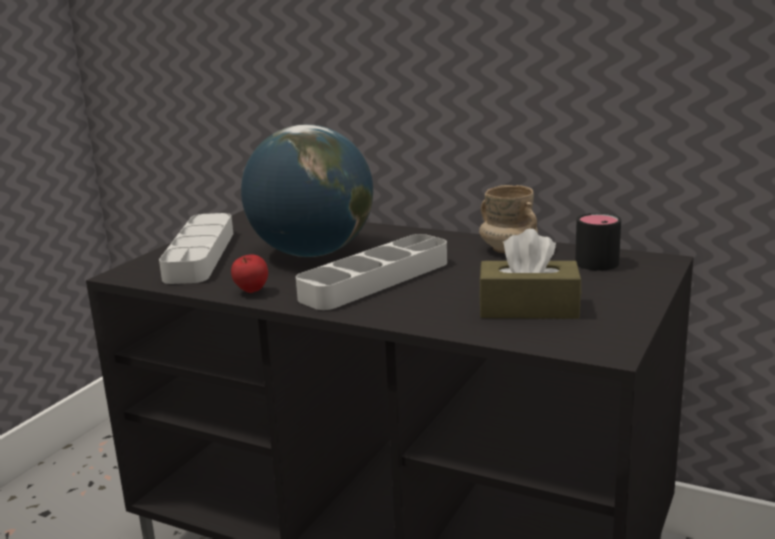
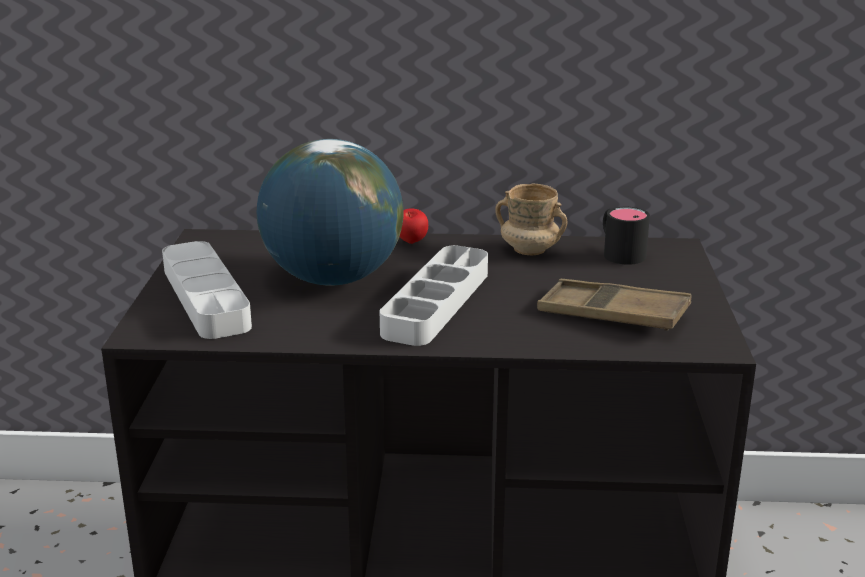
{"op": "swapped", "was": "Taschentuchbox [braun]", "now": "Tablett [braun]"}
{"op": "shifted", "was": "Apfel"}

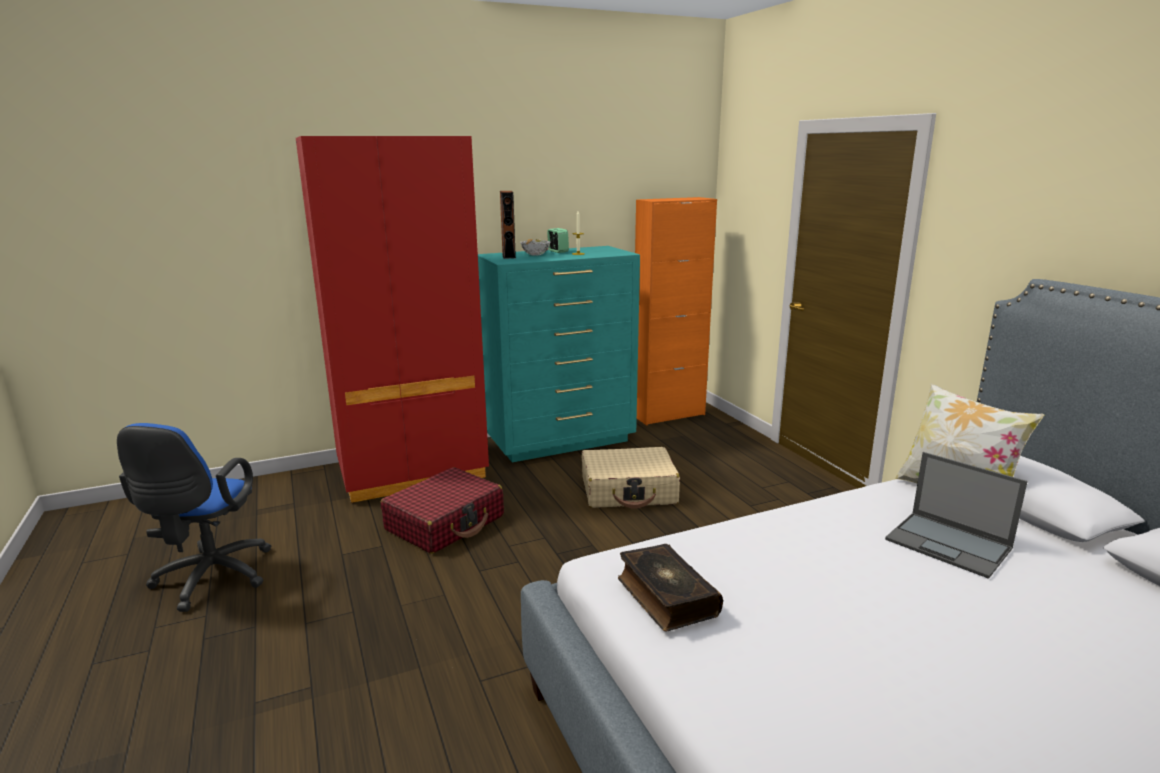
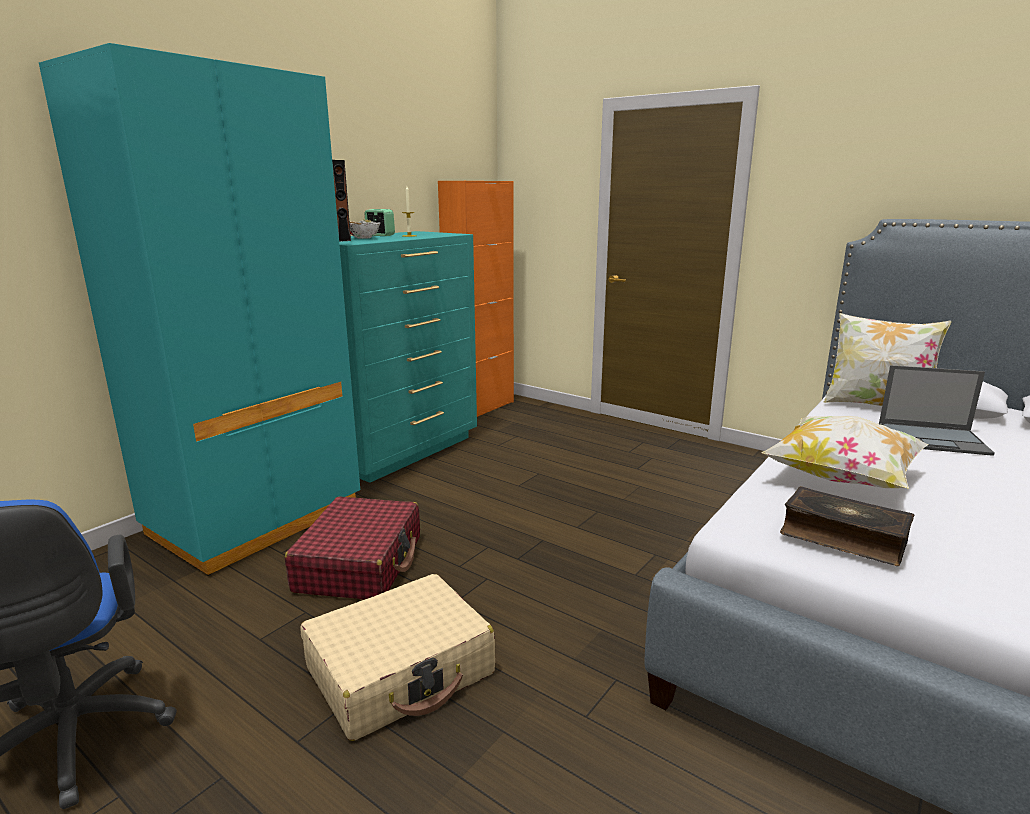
{"op": "repainted", "was": "Kleiderschrank [rot]", "now": "Kleiderschrank [türkis]"}
{"op": "shifted", "was": "Koffer [beige]"}
{"op": "new", "now": "Kissen (no. 1 from left)"}

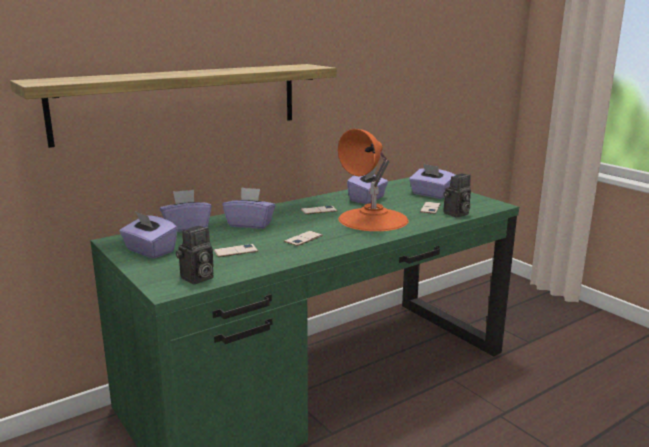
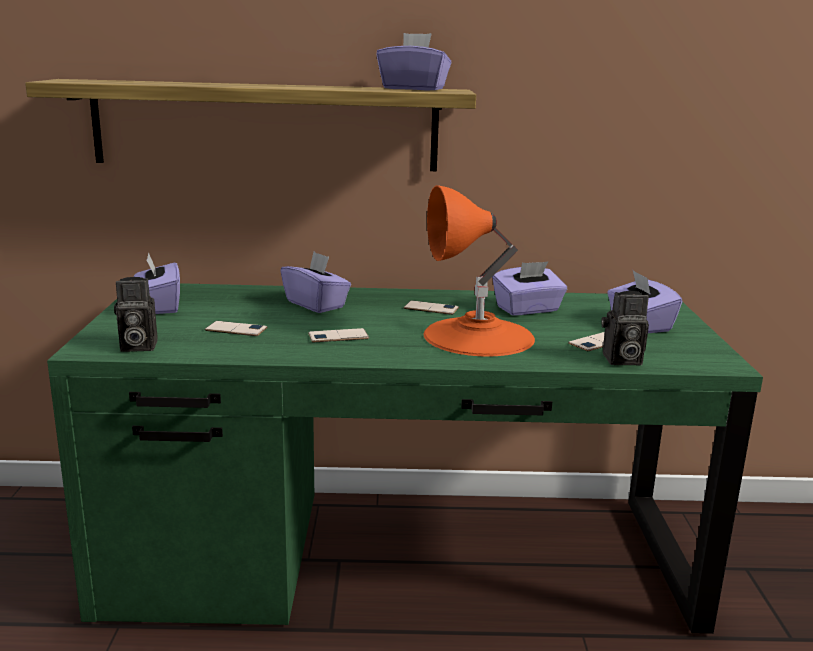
{"op": "shifted", "was": "Taschentuchbox [lila] (no. 2 from left in the first image)", "now": "Taschentuchbox [lila] (no. 3 from left)"}

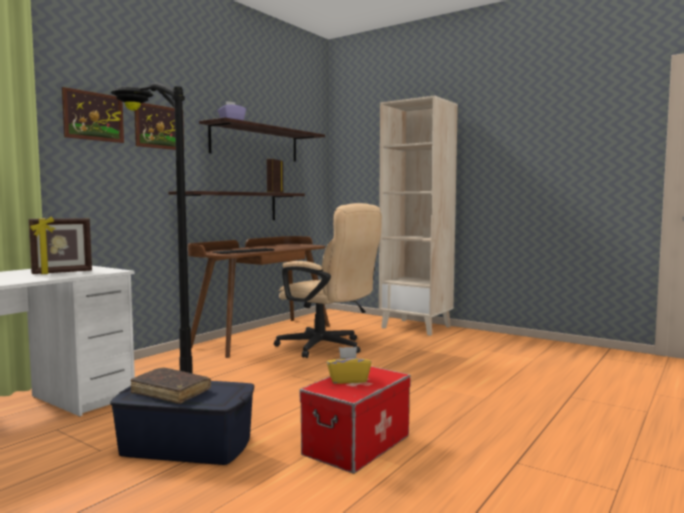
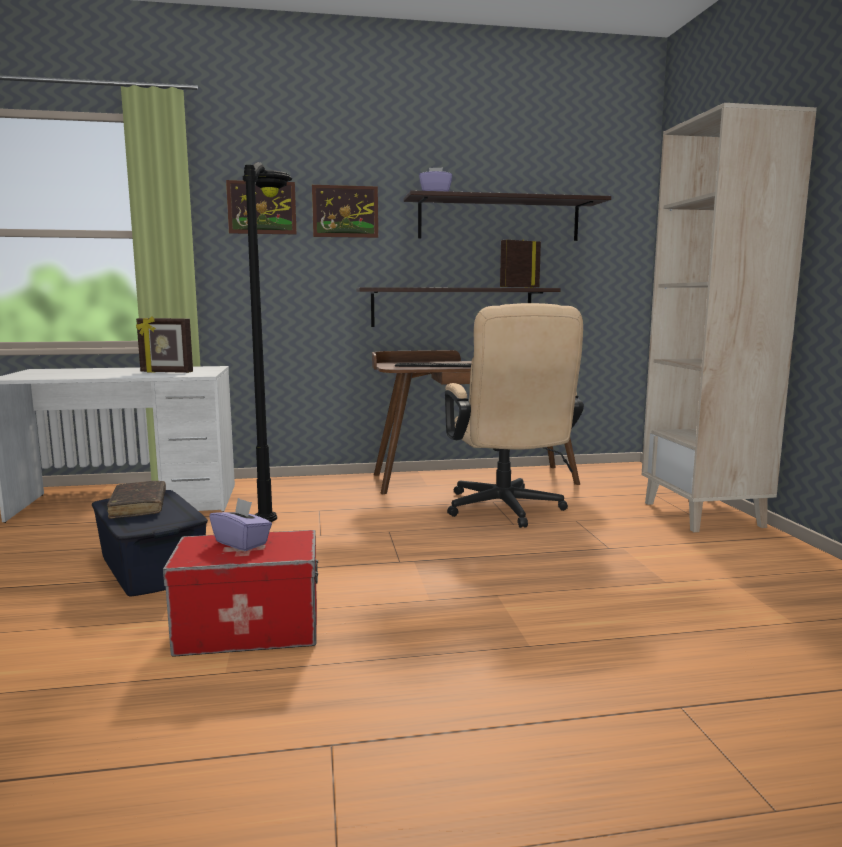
{"op": "repainted", "was": "Taschentuchbox [gelb]", "now": "Taschentuchbox [lila] (no. 1 from left)"}

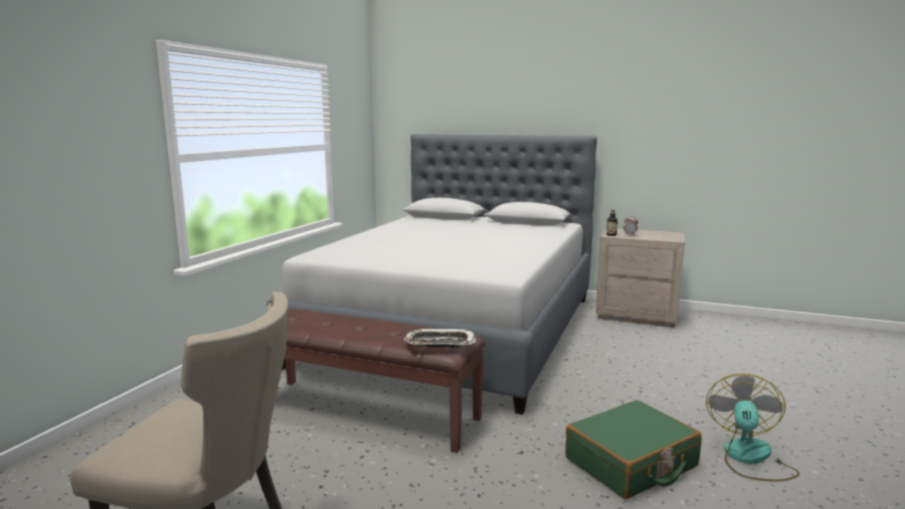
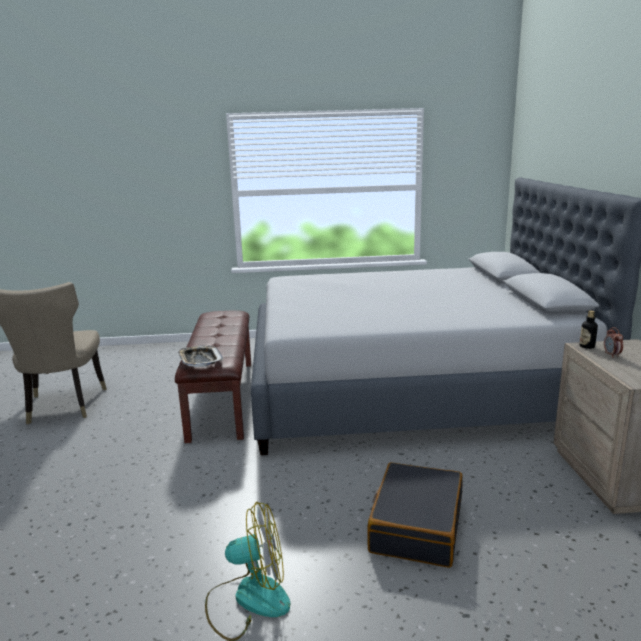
{"op": "gone", "was": "Koffer [grün]"}
{"op": "new", "now": "Koffer [schwarz]"}

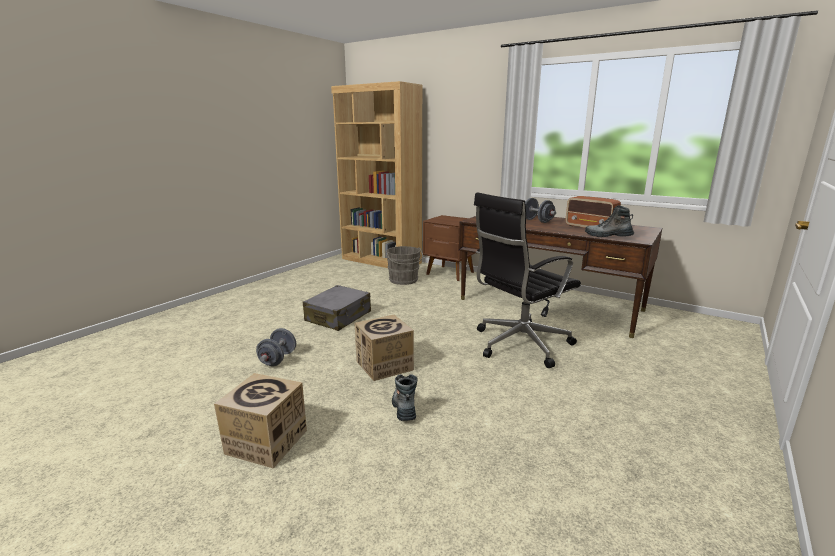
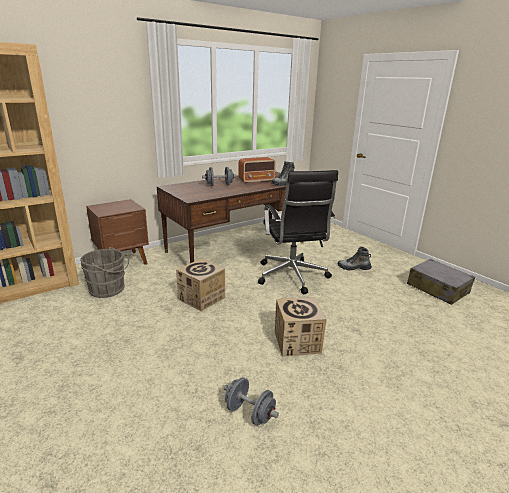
{"op": "shifted", "was": "Koffer [grau]"}
{"op": "shifted", "was": "Karton (no. 1 from left)"}
{"op": "shifted", "was": "Stiefel (no. 1 from left in the first image)", "now": "Stiefel (no. 2 from left)"}

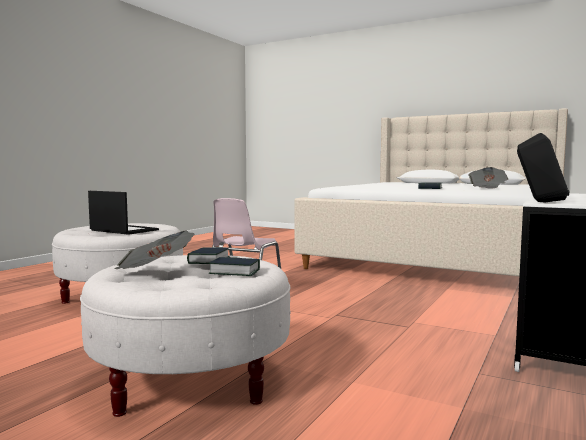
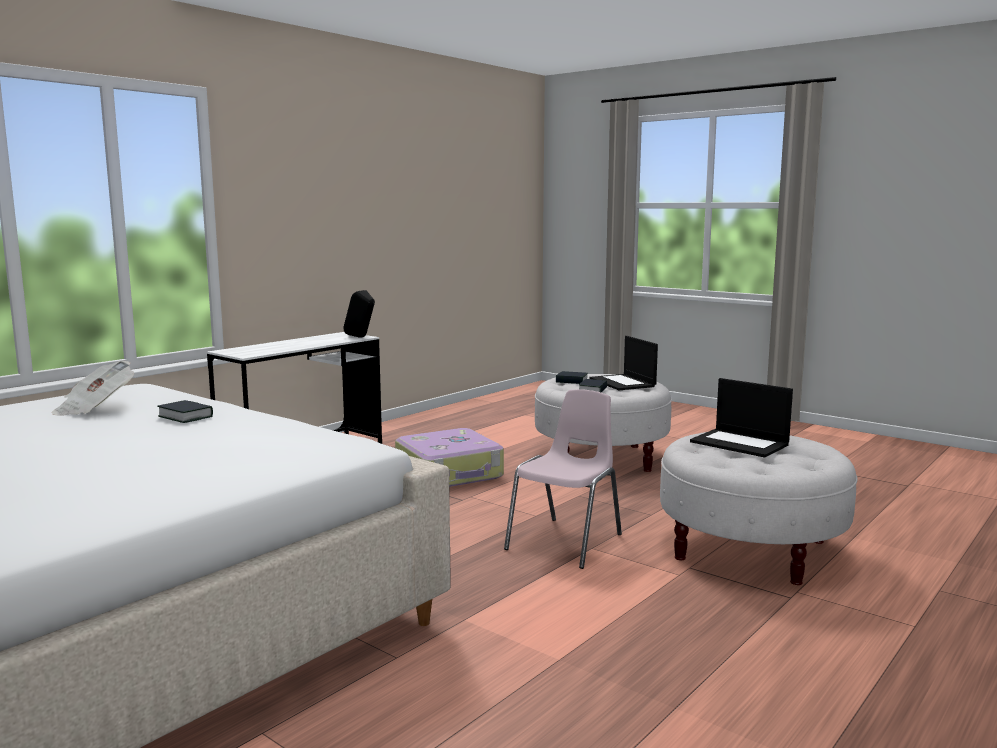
{"op": "swapped", "was": "Zeitung (no. 1 from left)", "now": "Laptop (no. 1 from left)"}
{"op": "new", "now": "Koffer"}

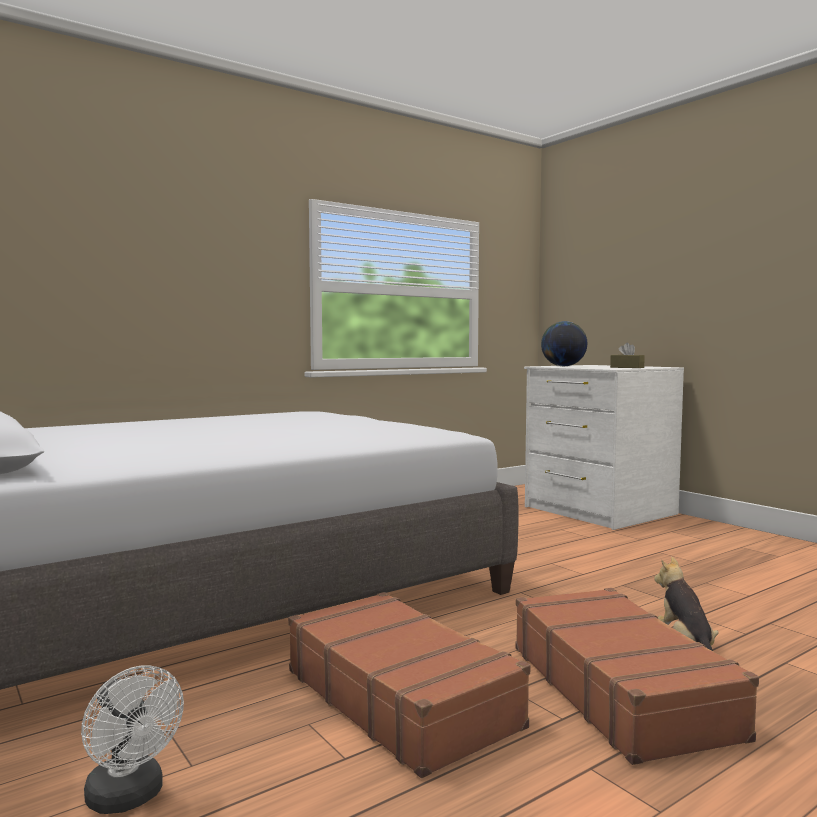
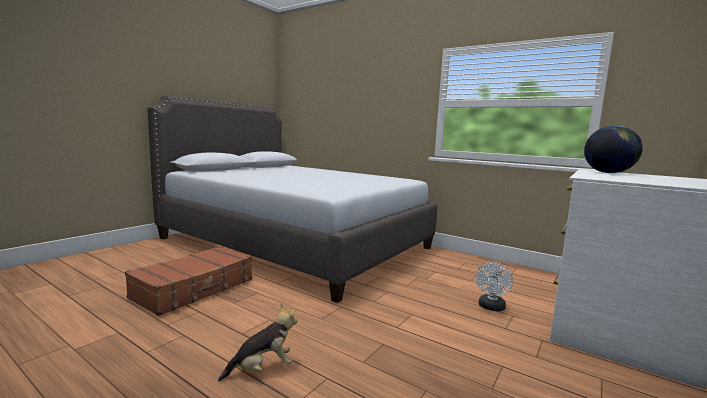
{"op": "gone", "was": "Taschentuchbox [braun]"}
{"op": "gone", "was": "Koffer [braun] (no. 2 from left)"}
{"op": "shifted", "was": "Ventilator [weiß]"}

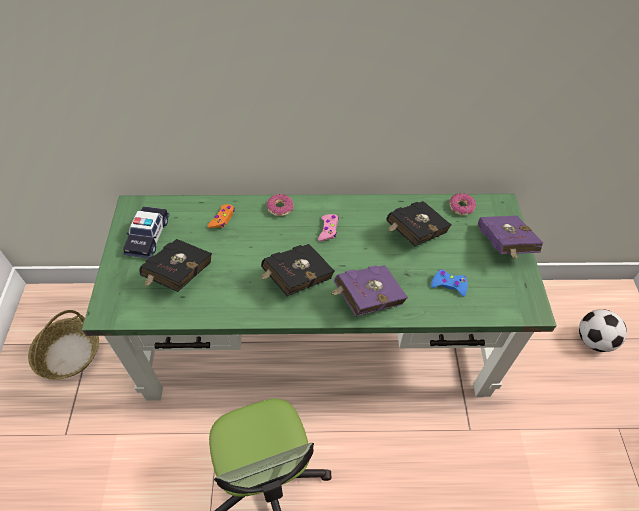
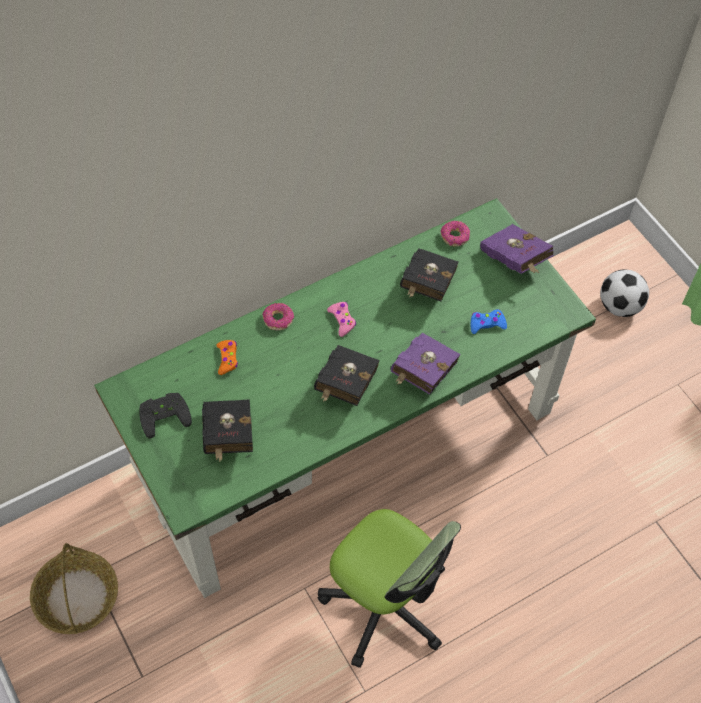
{"op": "swapped", "was": "Spielzeugauto", "now": "Gamepad [schwarz]"}

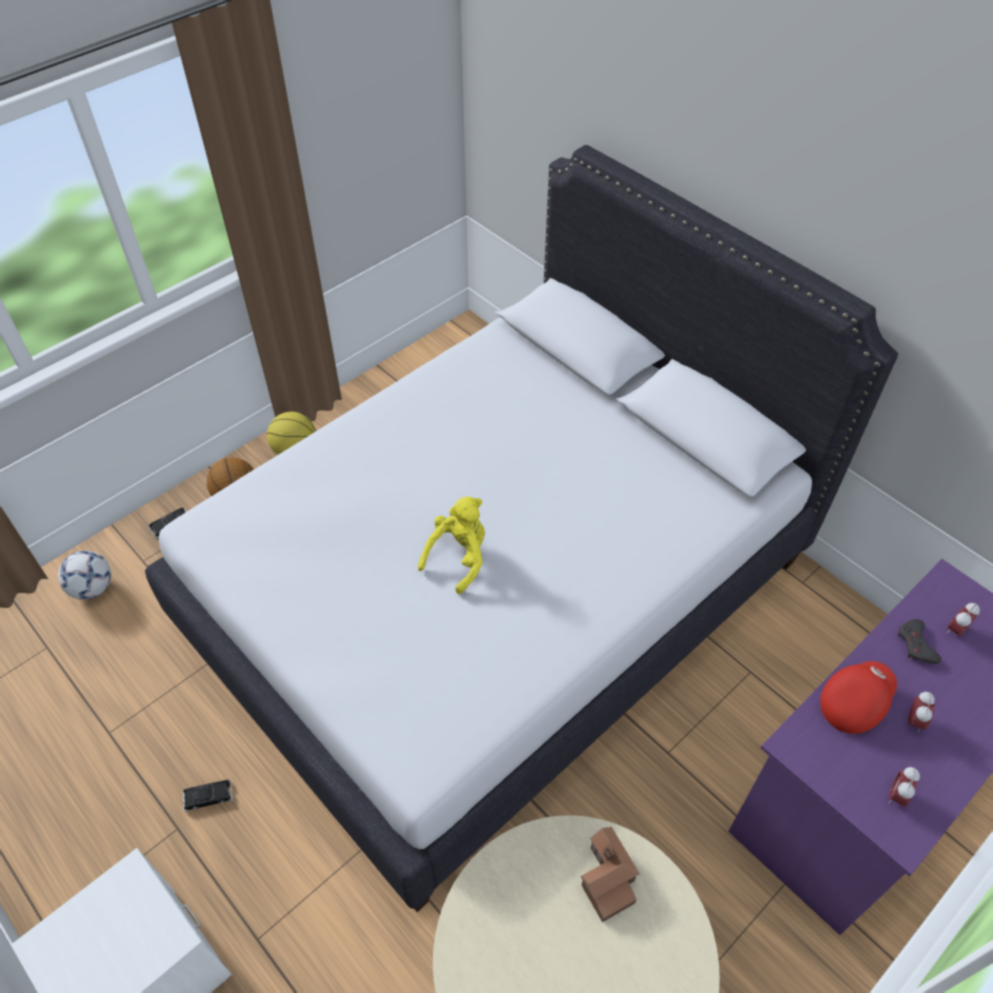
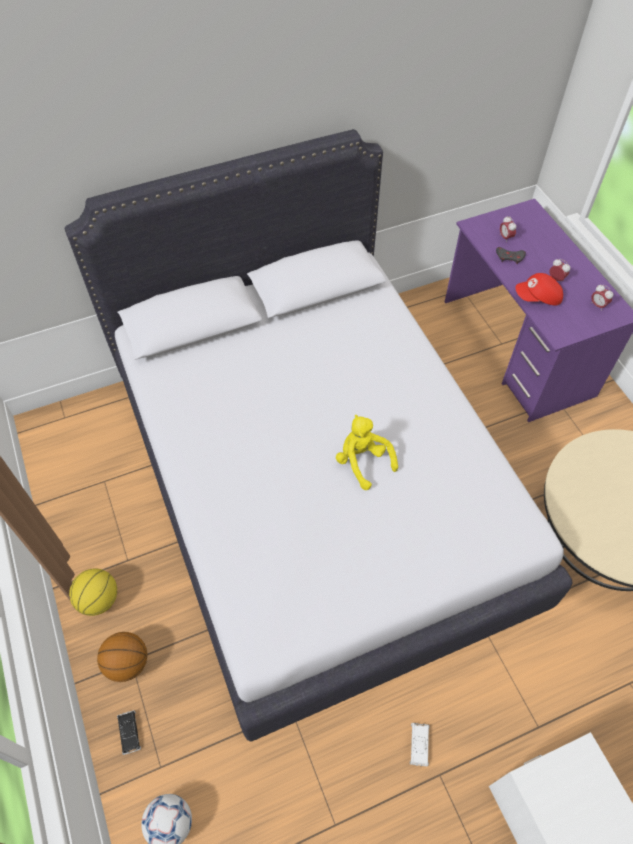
{"op": "rotated", "was": "Kappe [rot]", "clockwise": -75}
{"op": "repainted", "was": "Spielzeugauto [schwarz] (no. 2 from left)", "now": "Spielzeugauto [weiß]"}
{"op": "gone", "was": "Spielzeughaus"}

